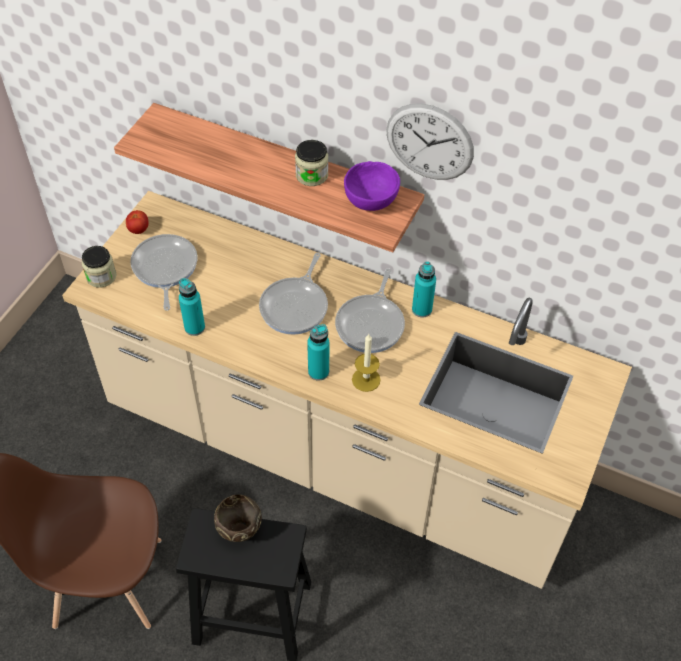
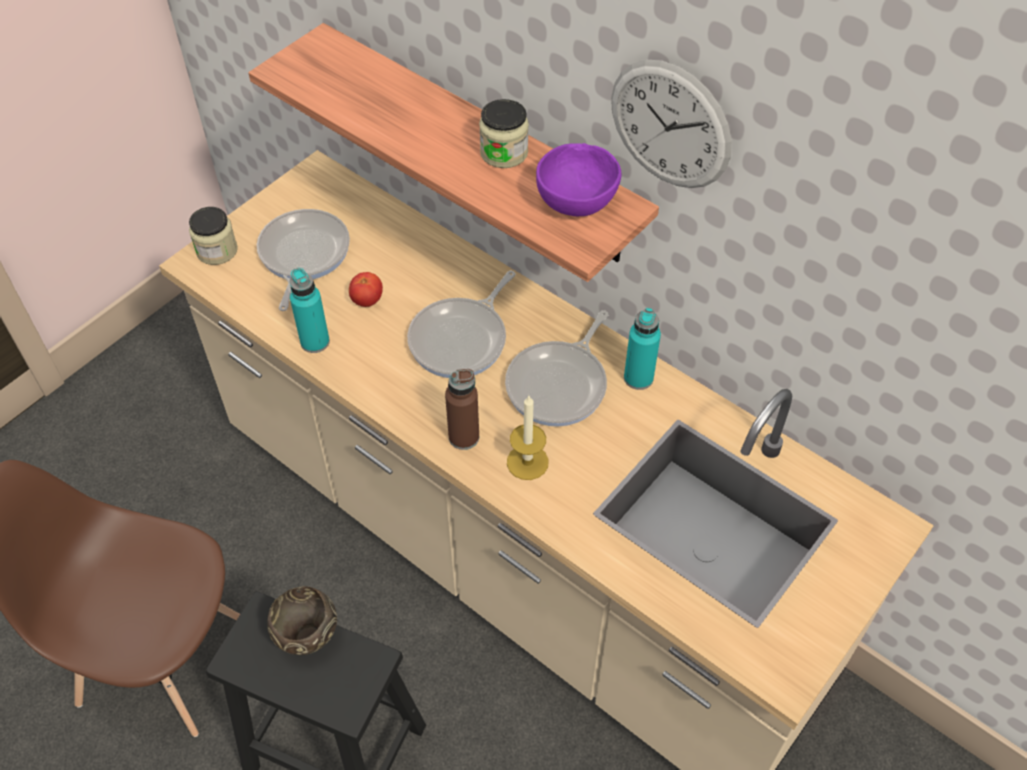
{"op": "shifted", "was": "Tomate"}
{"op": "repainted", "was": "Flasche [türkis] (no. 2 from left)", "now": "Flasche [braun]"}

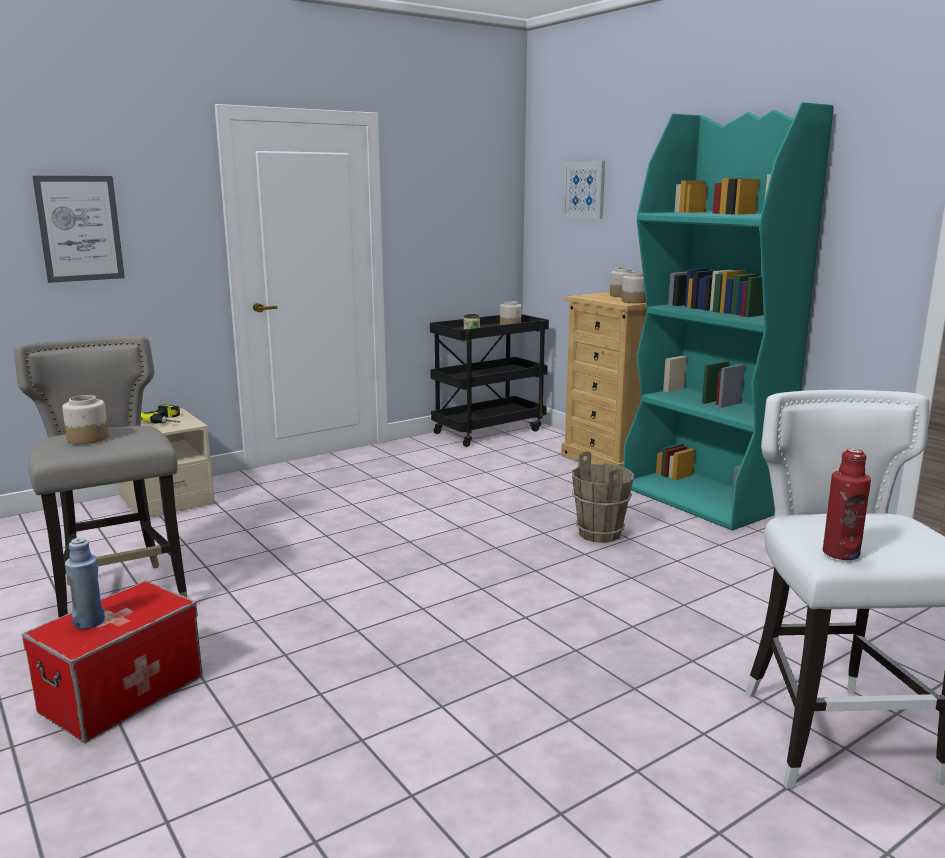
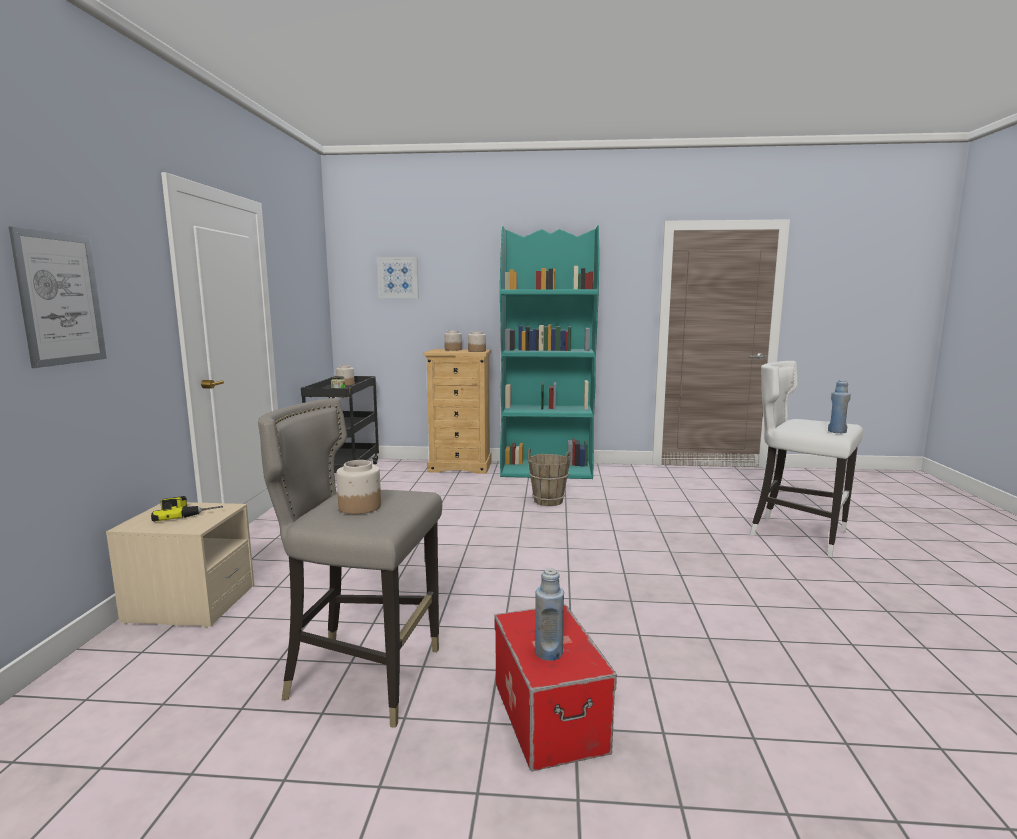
{"op": "repainted", "was": "Flasche [rot]", "now": "Flasche [blau] (no. 2 from left)"}

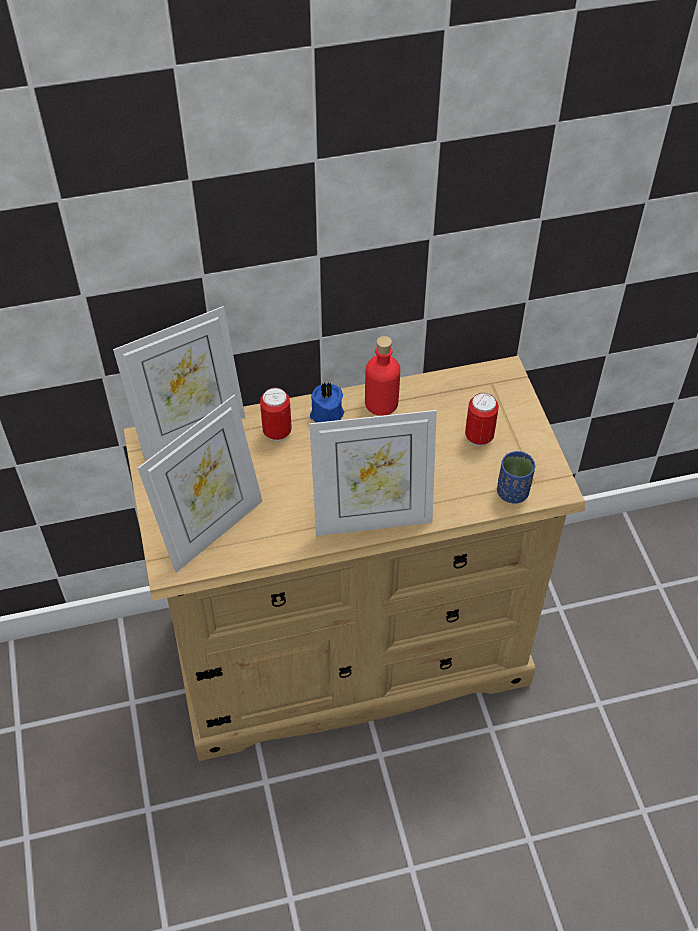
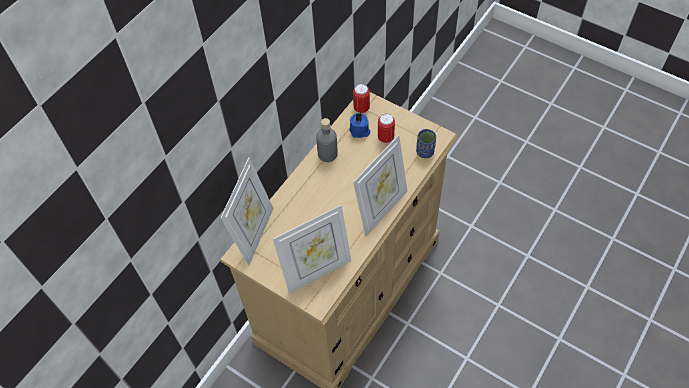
{"op": "repainted", "was": "Flasche [rot]", "now": "Flasche [grau]"}
{"op": "shifted", "was": "Kerze [blau]"}
{"op": "shifted", "was": "Dose (no. 1 from left)"}
{"op": "rotated", "was": "Bilderrahmen (no. 2 from left)", "clockwise": 60}

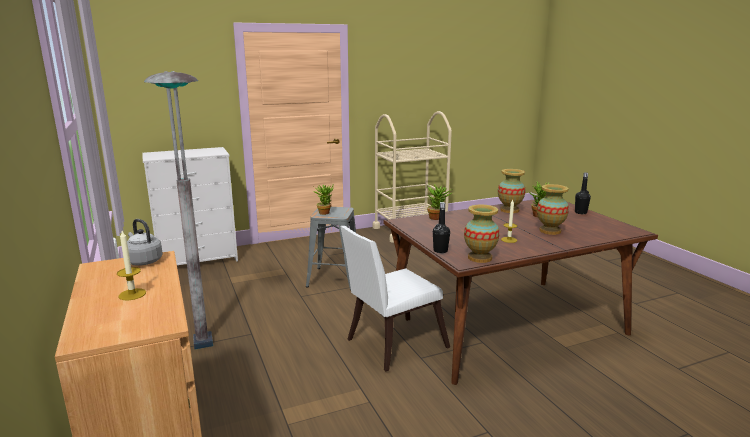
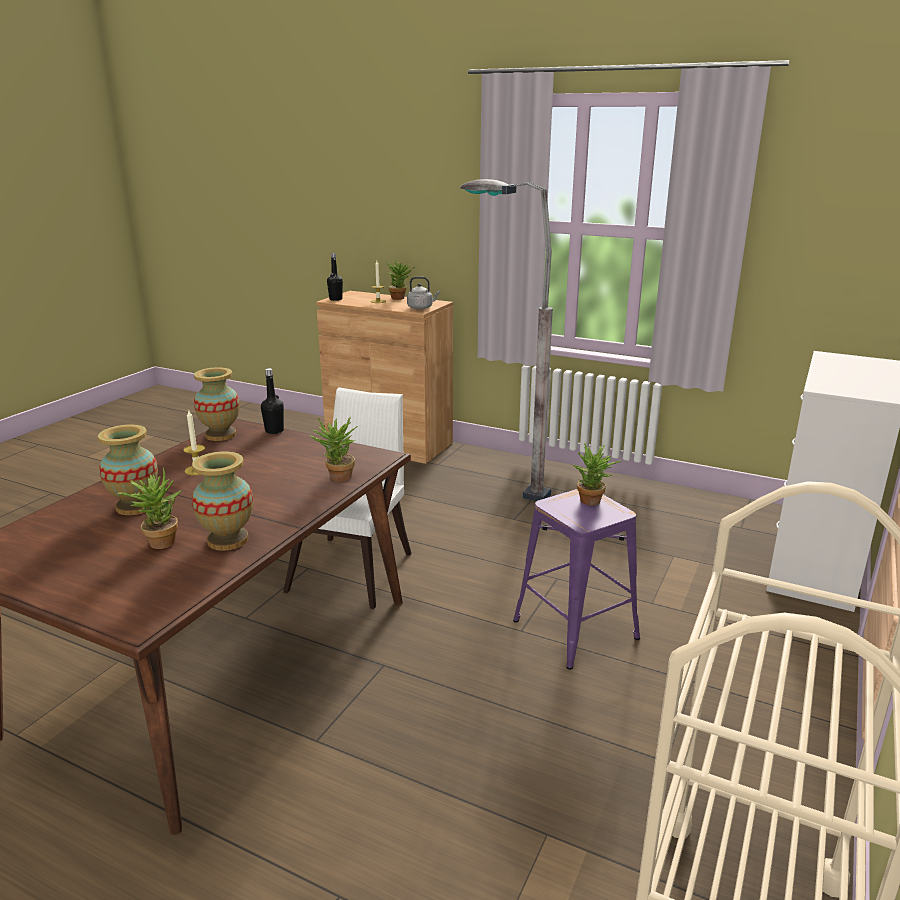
{"op": "shifted", "was": "Flasche [schwarz] (no. 2 from left)"}
{"op": "repainted", "was": "Hocker [grau]", "now": "Hocker [lila]"}
{"op": "new", "now": "Topfpflanze (no. 3 from left)"}

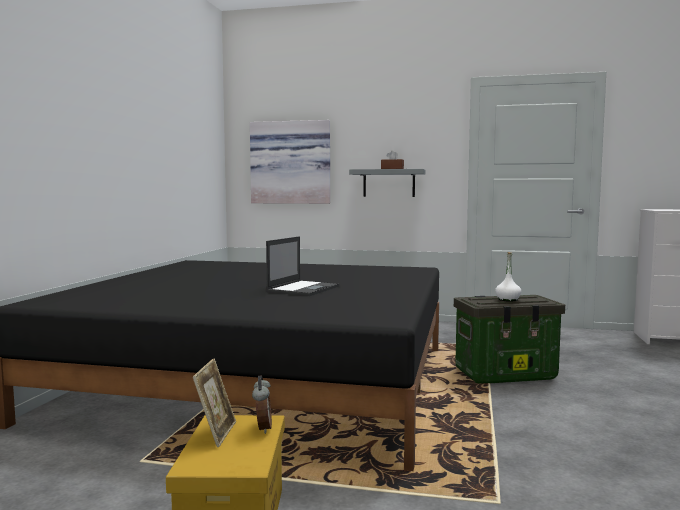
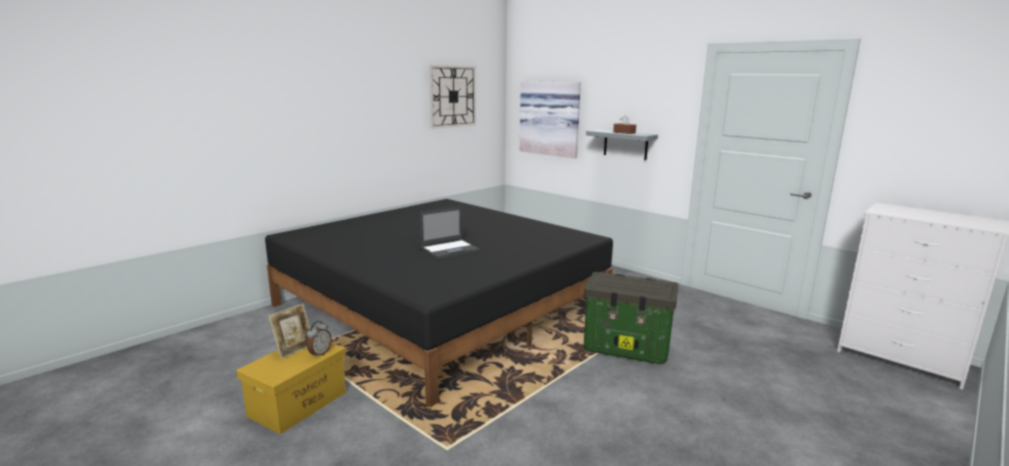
{"op": "gone", "was": "Flasche [weiß]"}
{"op": "new", "now": "Wanduhr"}

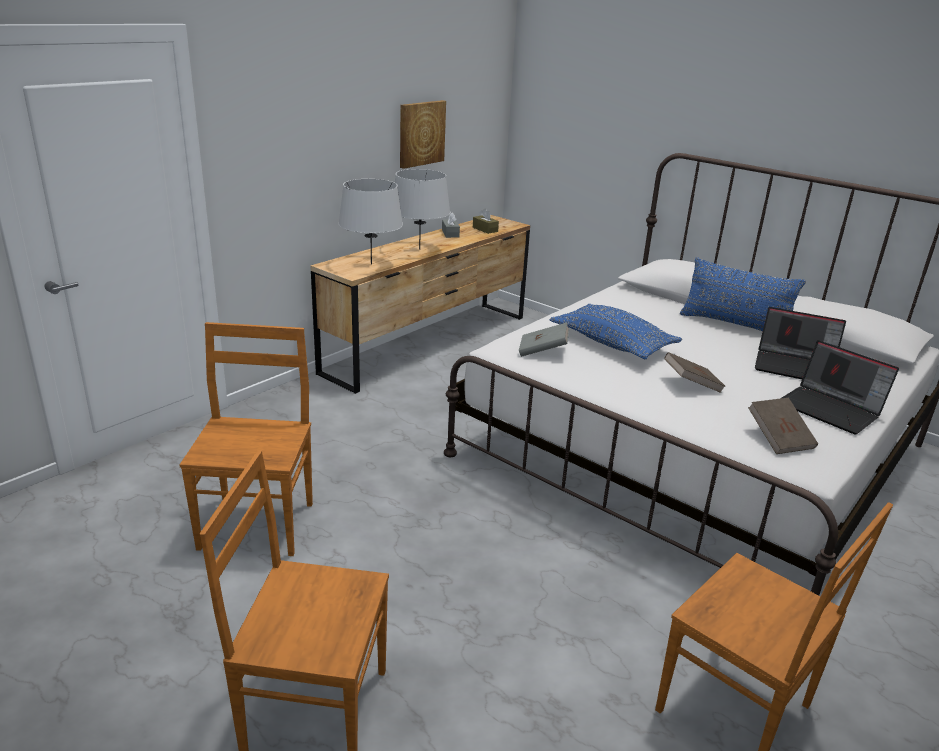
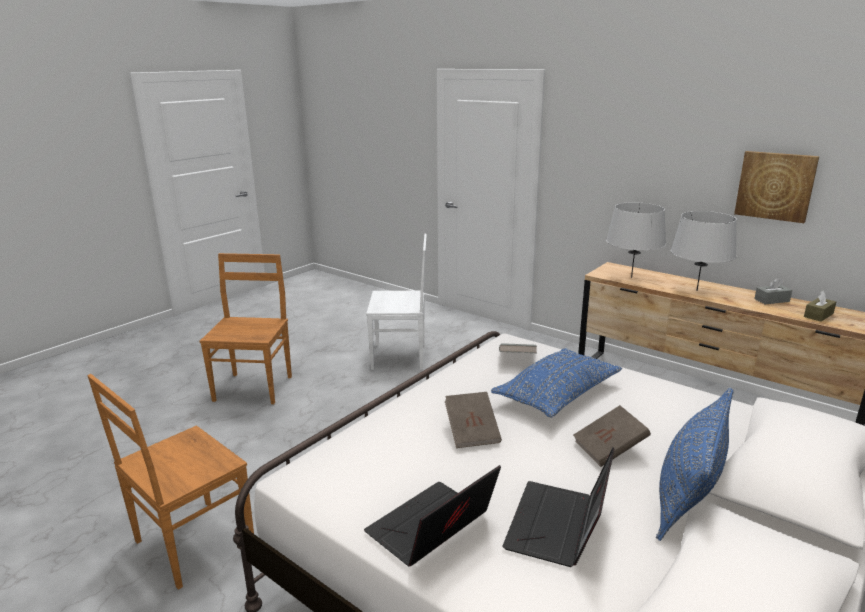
{"op": "repainted", "was": "Stuhl [braun] (no. 1 from left)", "now": "Stuhl [weiß]"}
{"op": "shifted", "was": "Buch [braun] (no. 2 from left)"}

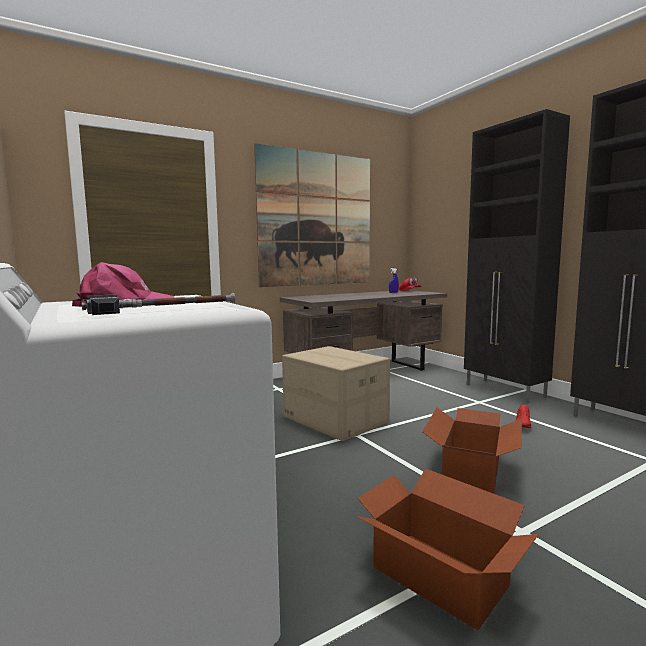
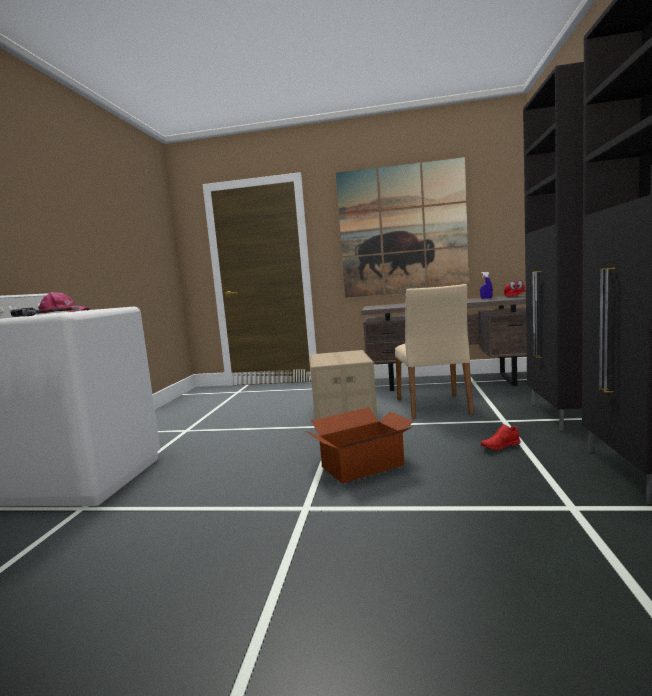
{"op": "gone", "was": "Karton (no. 2 from left)"}
{"op": "new", "now": "Stuhl [beige]"}

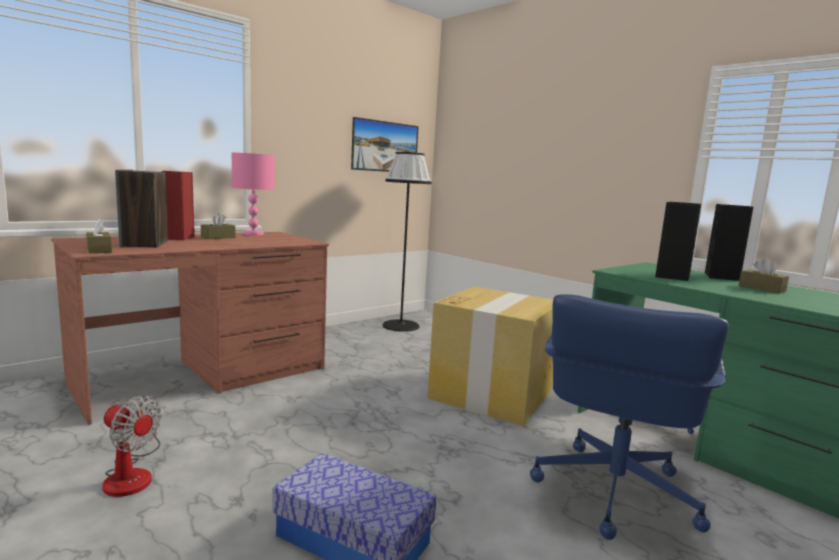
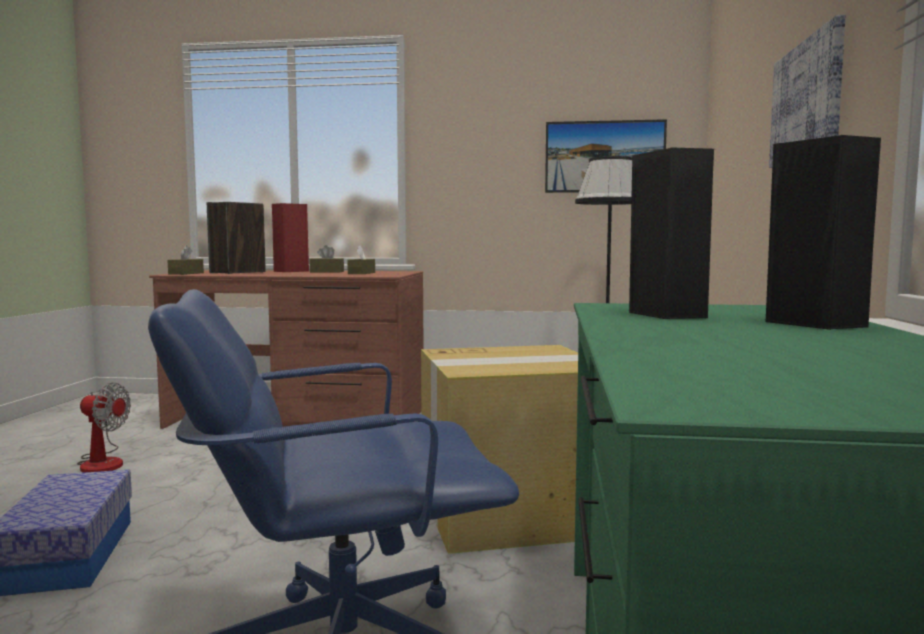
{"op": "gone", "was": "Tischlampe [rosa]"}
{"op": "shifted", "was": "Taschentuchbox [braun] (no. 3 from left)"}
{"op": "rotated", "was": "Ventilator", "clockwise": -60}
{"op": "new", "now": "Bild (no. 2 from left)"}

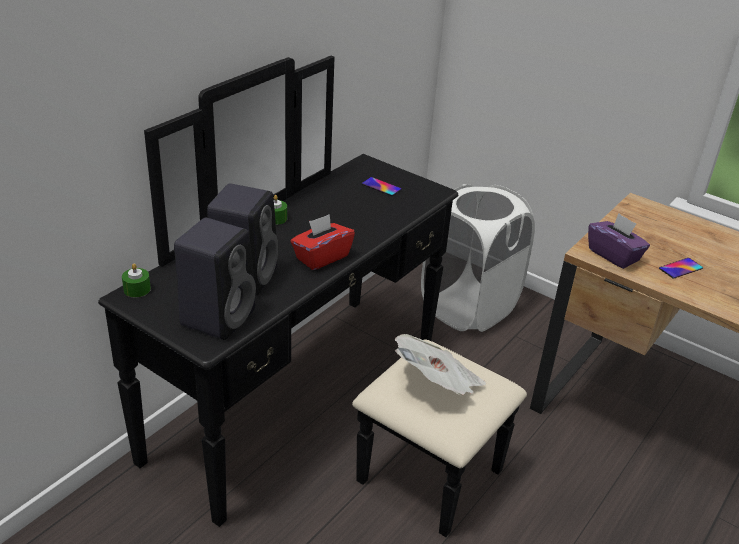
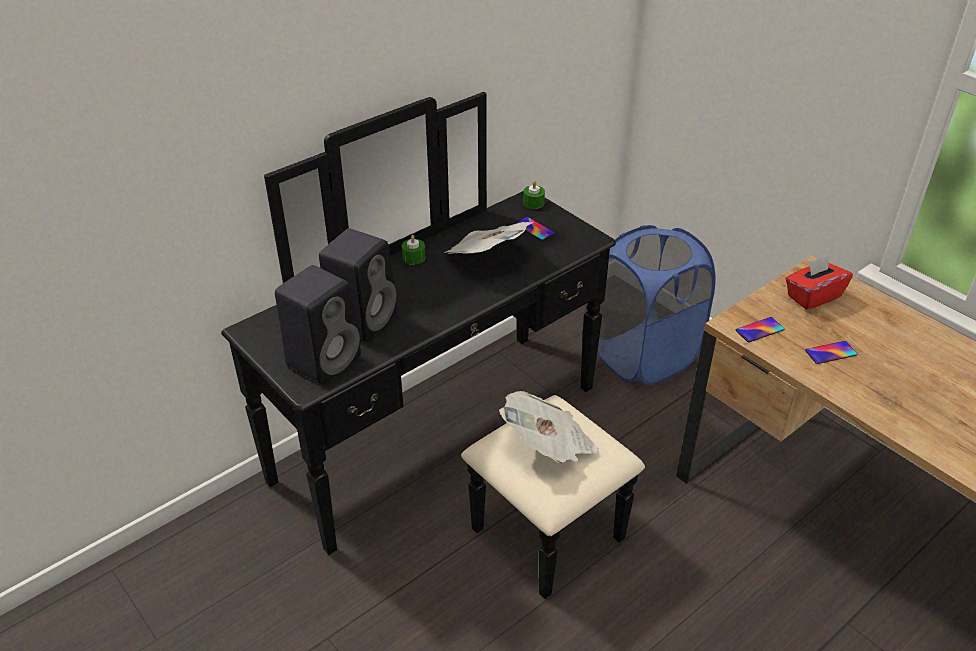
{"op": "repainted", "was": "Wäschekorb [weiß]", "now": "Wäschekorb [blau]"}
{"op": "swapped", "was": "Taschentuchbox [lila]", "now": "Handy (no. 2 from left)"}
{"op": "shifted", "was": "Taschentuchbox [rot]"}
{"op": "shifted", "was": "Kerze [grün] (no. 1 from left in the first image)", "now": "Kerze [grün] (no. 2 from left)"}
{"op": "new", "now": "Zeitung (no. 1 from left)"}

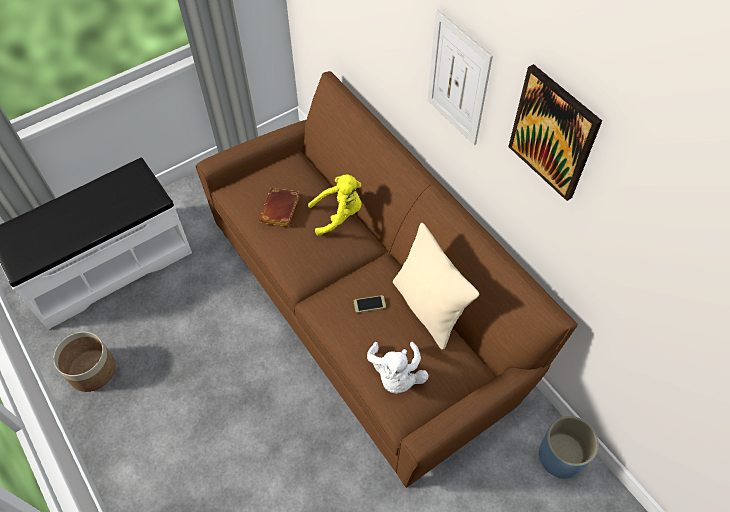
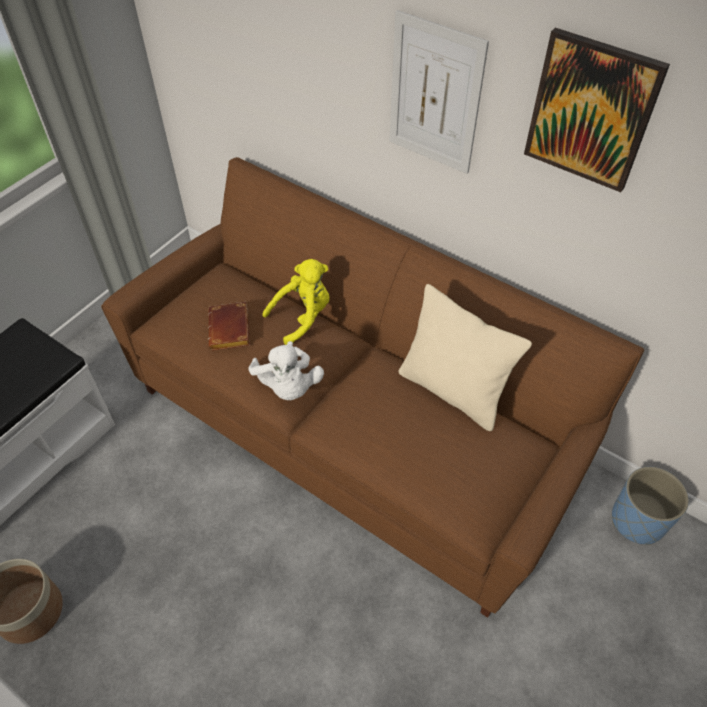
{"op": "gone", "was": "Handy"}
{"op": "shifted", "was": "Plüschtier [weiß]"}

